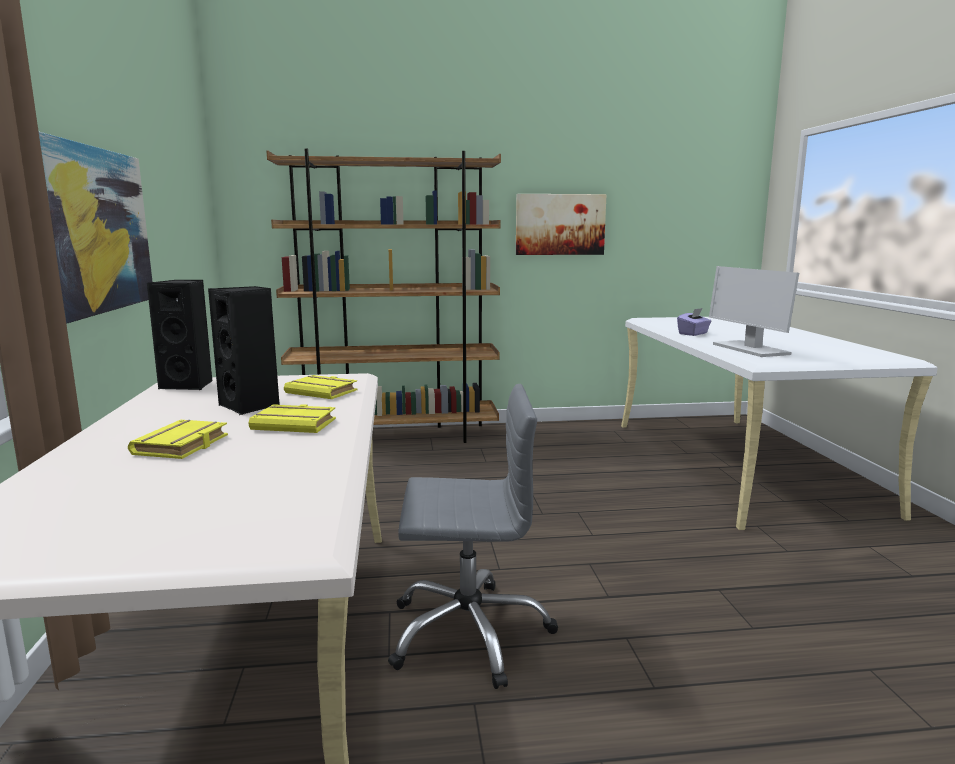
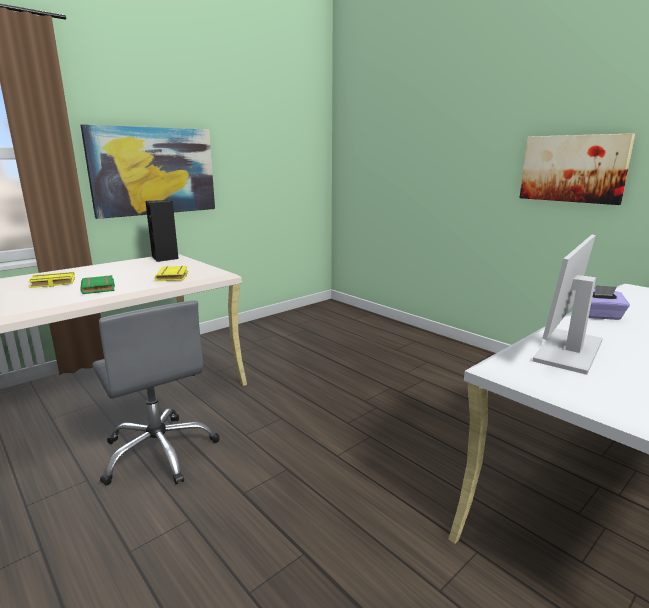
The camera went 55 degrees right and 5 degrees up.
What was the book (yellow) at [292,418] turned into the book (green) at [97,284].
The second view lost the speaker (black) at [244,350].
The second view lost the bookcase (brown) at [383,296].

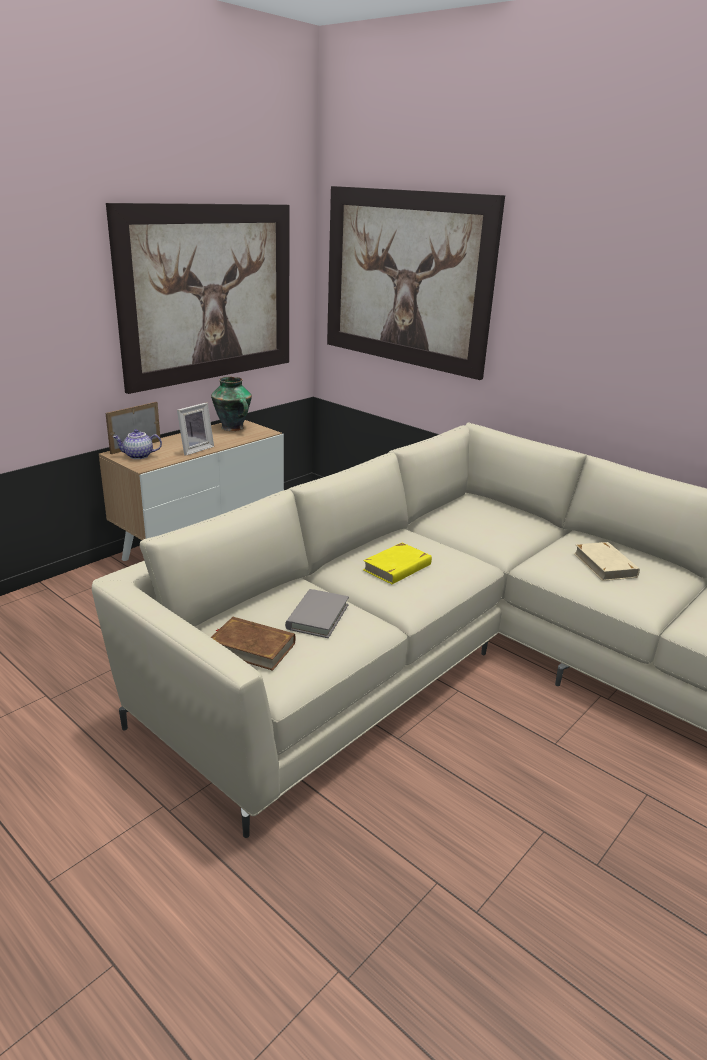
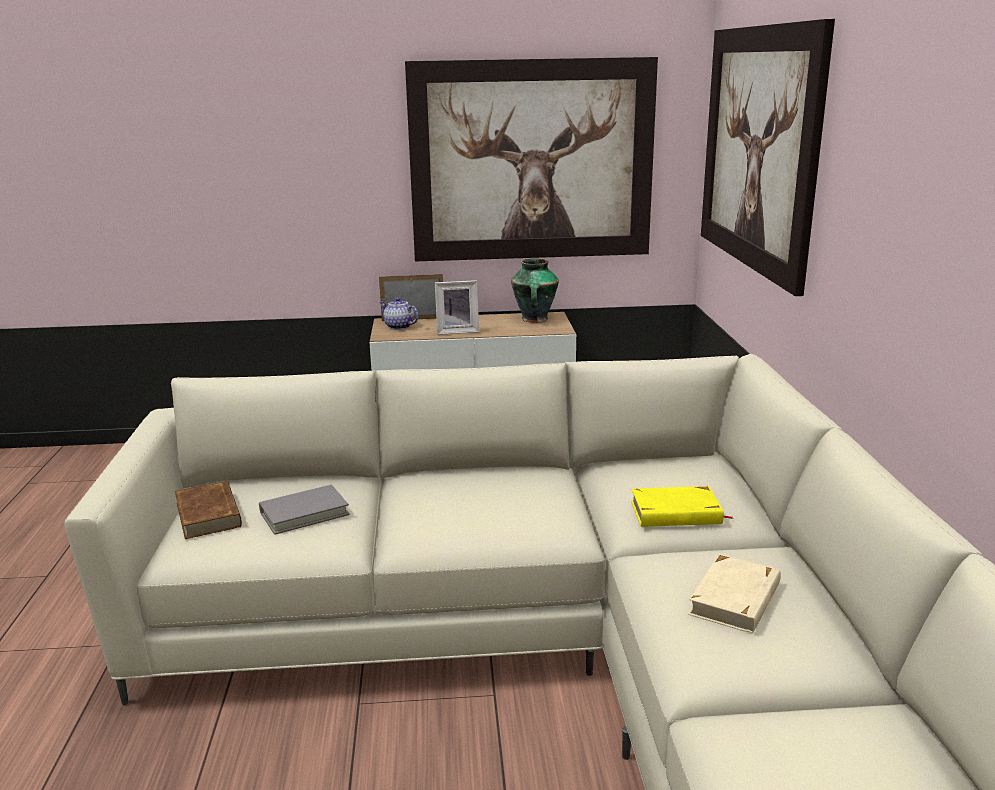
The camera went 45 degrees right and 5 degrees down.
The book (yellow) ended up elsewhere, having gone from [397,563] to [682,506].

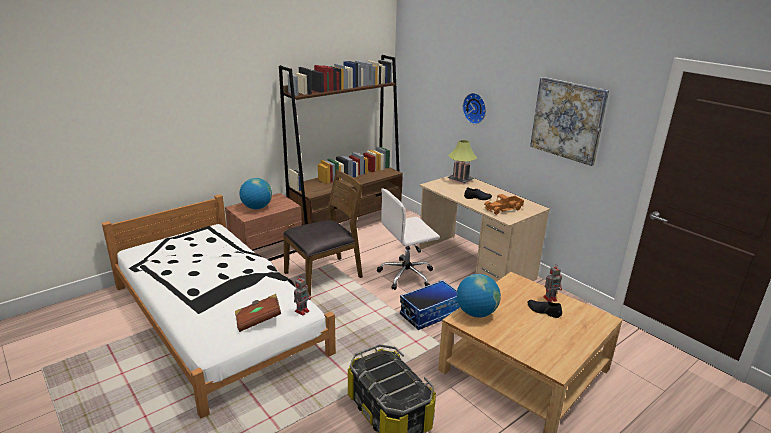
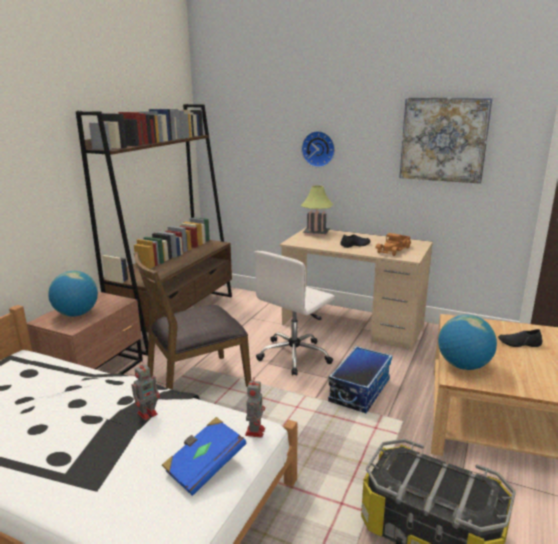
The camera went 25 degrees left and 5 degrees down.
The toy robot ended up elsewhere, having gone from [552,283] to [146,391].
The chair (brown) at [323,233] ended up facing another way, 150 degrees counterclockwise from before.
What was the book (brown) at [258,313] turned into the book (blue) at [204,456].

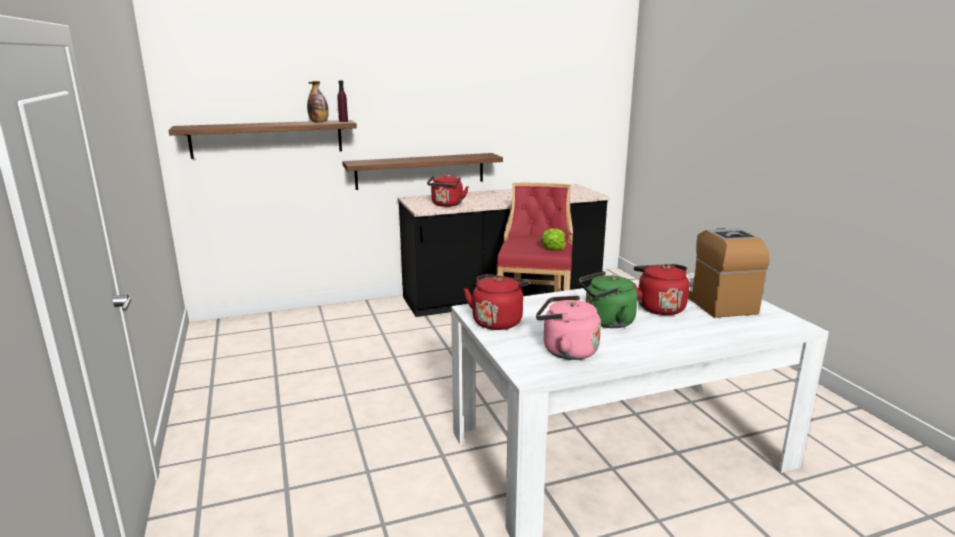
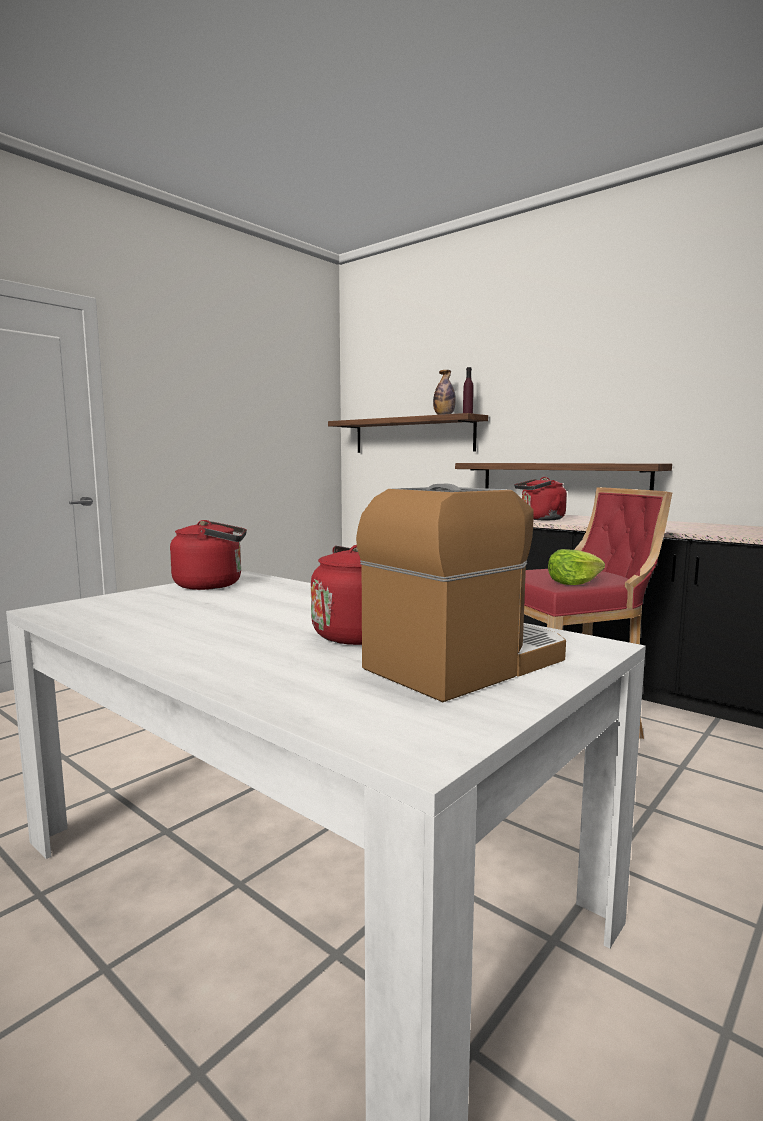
The camera went 60 degrees right and 10 degrees down.
The second view lost the kettle (pink) at [568,327].
The second view lost the kettle (green) at [608,299].

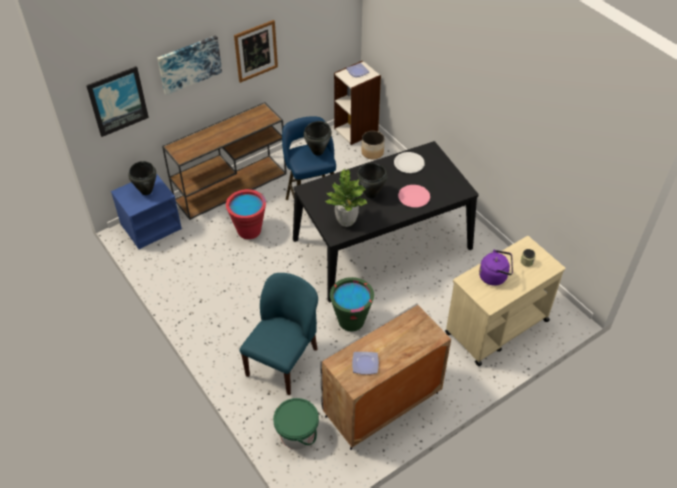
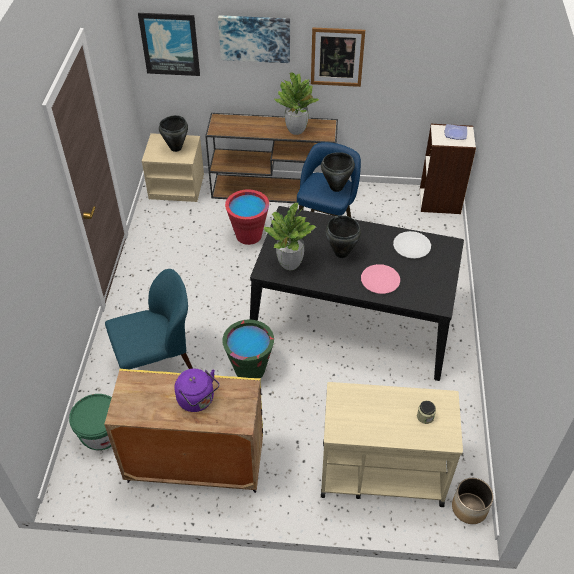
The camera went 40 degrees right and 0 degrees up.
What was the cabinet (grey) at [385,376] turned into the cabinet (yellow) at [183,431].
What was the nightstand (blue) at [146,211] turned into the nightstand (beige) at [173,167].
The kettle (purple) ended up elsewhere, having gone from [496,267] to [197,390].
The second view gained the potted plant at [296,104].
The planter ended up elsewhere, having gone from [372,145] to [473,501].
The second view lost the plate at [365,363].

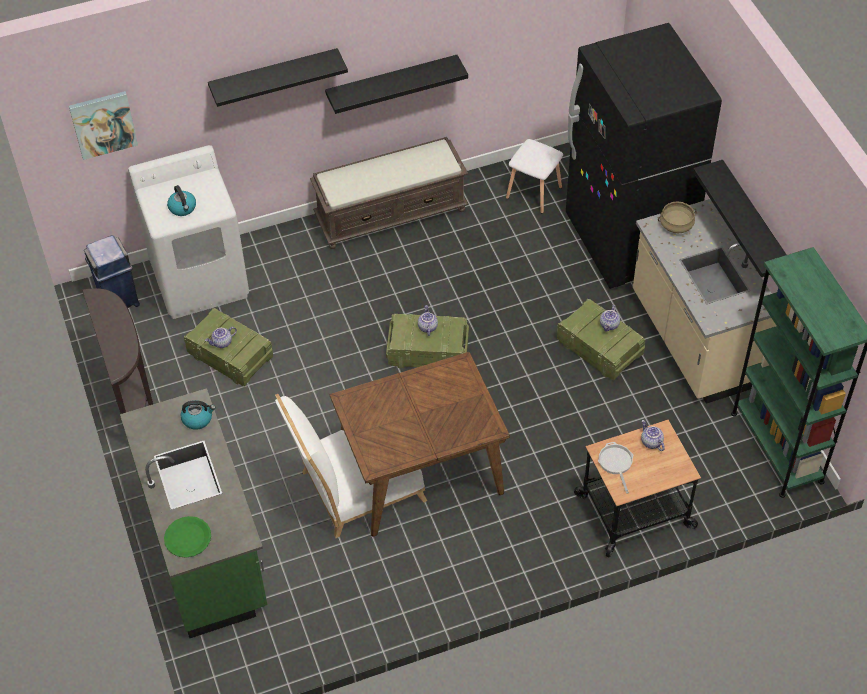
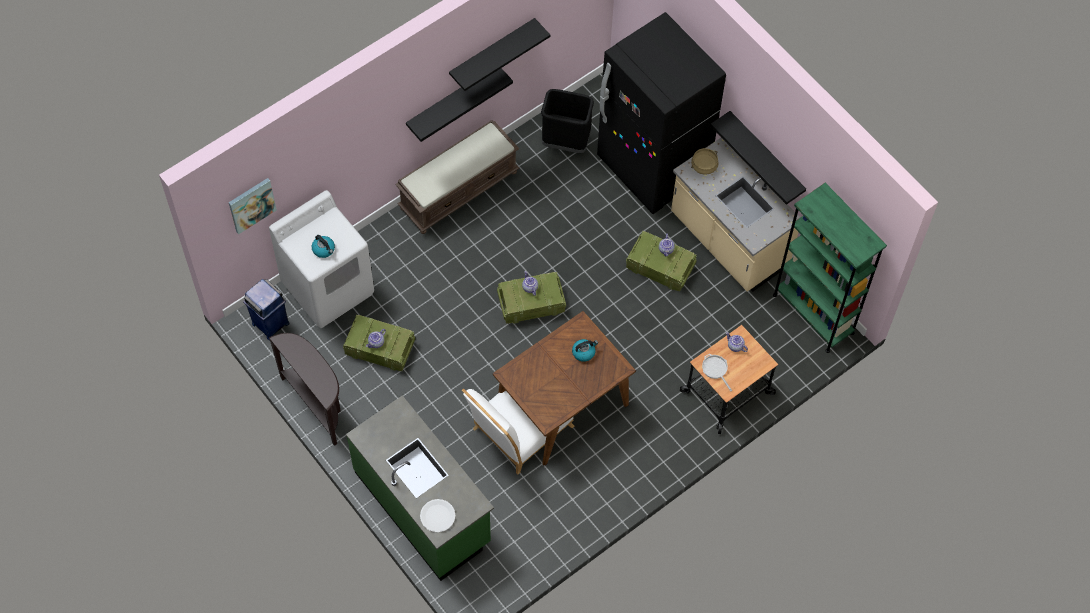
The camera went 20 degrees left and 10 degrees up.
What was the plate (green) at [187,537] turned into the plate (white) at [437,515].
The shelf (black) ended up elsewhere, having gone from [278,77] to [499,54].
Where the stool (white) stood at [534,176], the trash can (black) came to stand at [567,121].
The kettle ended up elsewhere, having gone from [198,415] to [585,350].

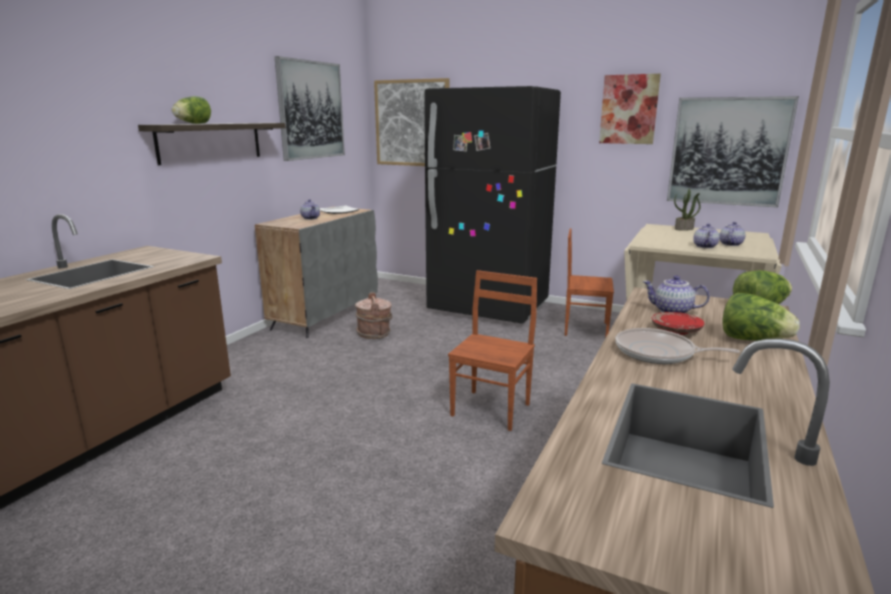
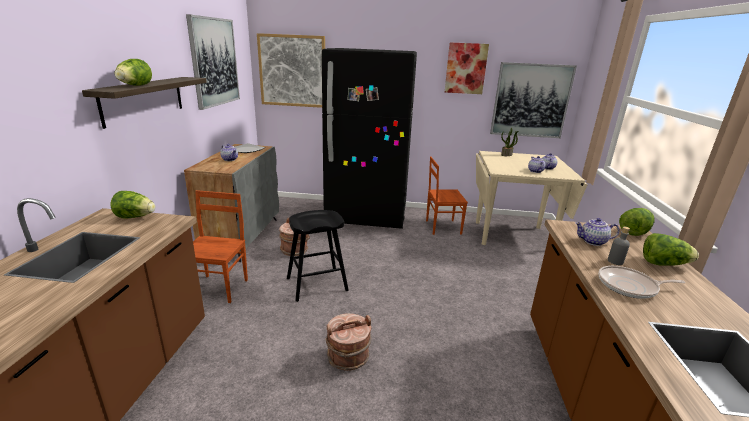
The camera went 20 degrees left and 5 degrees up.
The second view gained the lettuce at [132,205].
The chair (brown) ended up elsewhere, having gone from [492,350] to [220,246].
The second view gained the stool (black) at [318,256].
The second view gained the bucket (brown) at [348,342].
Where the plate (red) stood at [677,323], the bottle (grey) came to stand at [619,246].

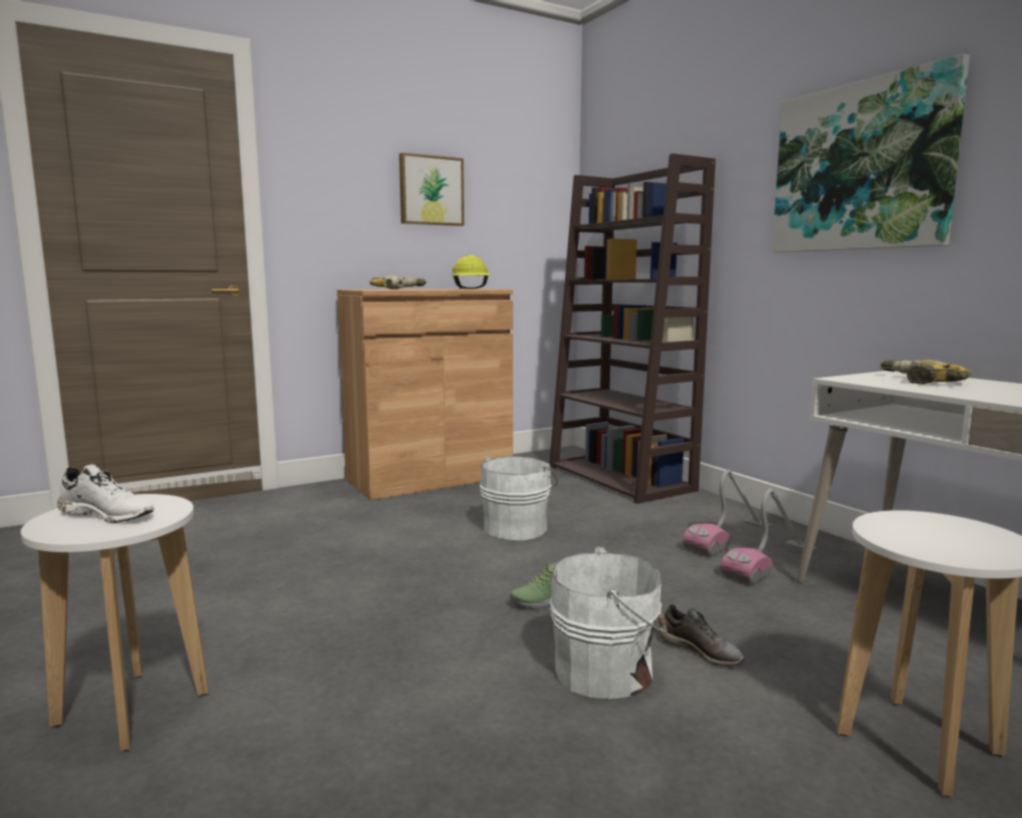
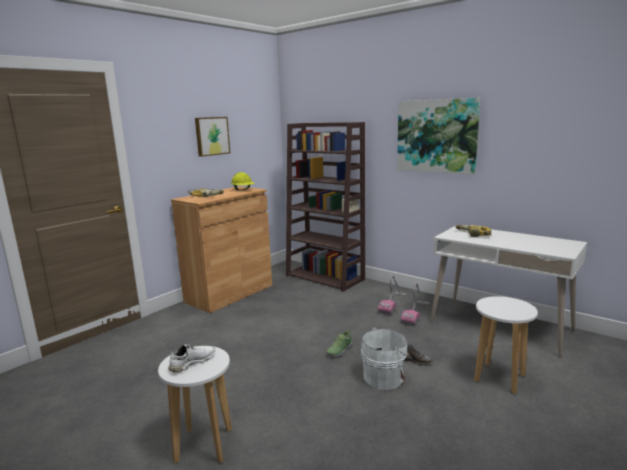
The camera went 20 degrees left and 5 degrees up.
The shoe (white) at [105,493] ended up facing another way, 45 degrees counterclockwise from before.
The second view lost the bucket (white) at [519,498].

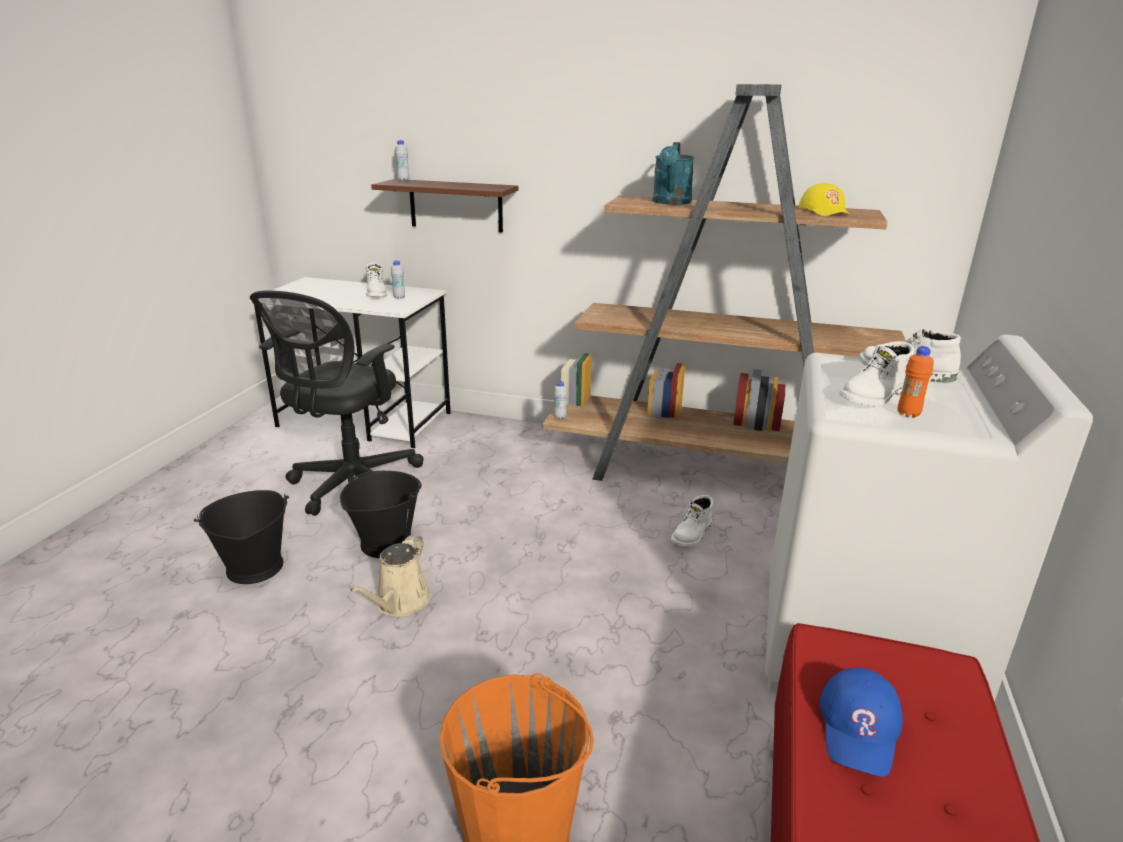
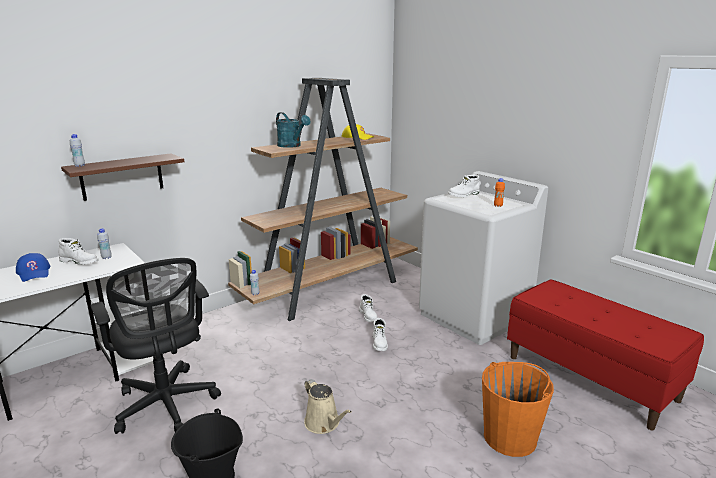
The camera went 55 degrees left and 5 degrees down.
The cap (blue) ended up elsewhere, having gone from [861,722] to [33,267].
The boot (white) ended up elsewhere, having gone from [876,373] to [380,334].
The second view lost the bucket (black) at [380,514].

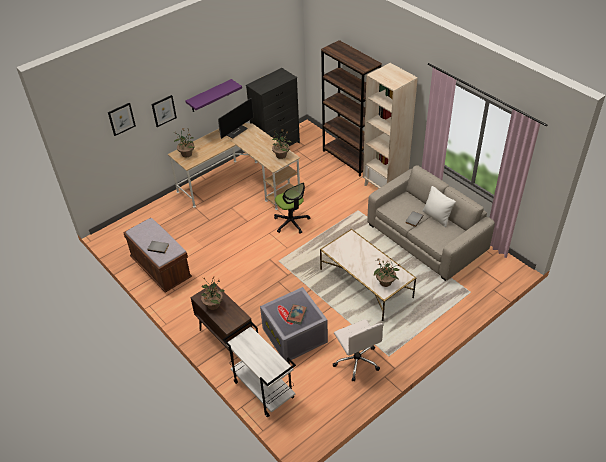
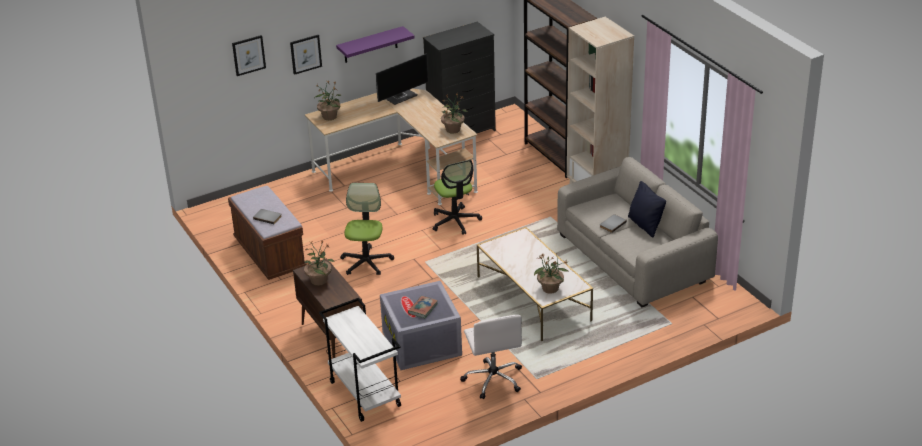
The camera went 10 degrees right and 10 degrees down.
The second view gained the office chair at [367,229].
What was the pillow (white) at [439,206] turned into the pillow (black) at [647,209].

